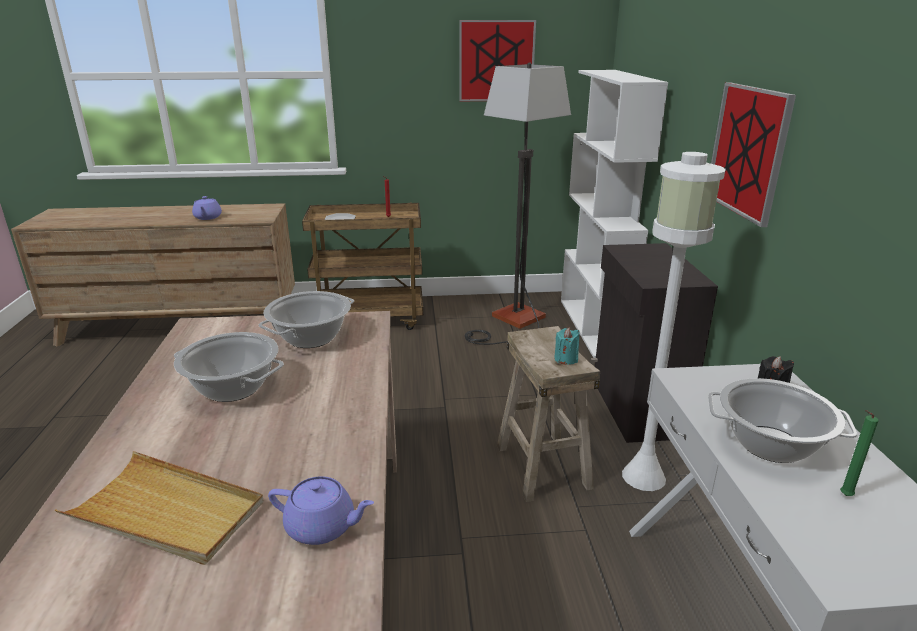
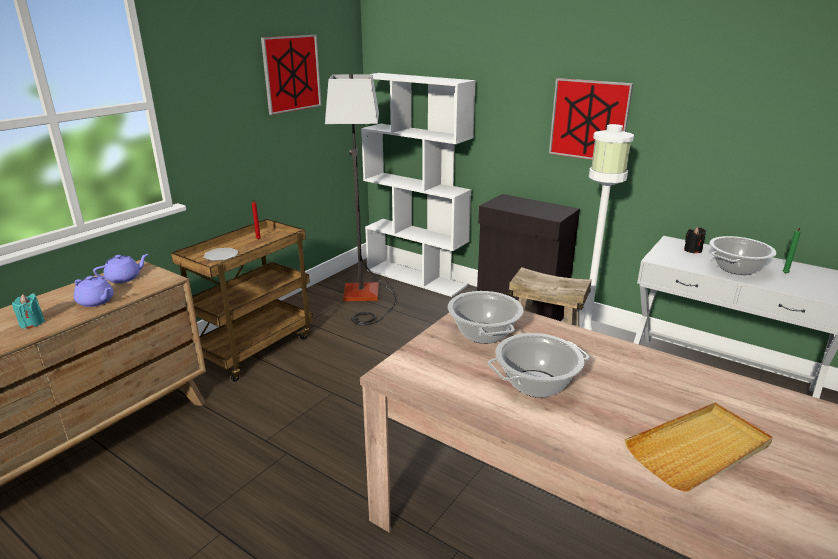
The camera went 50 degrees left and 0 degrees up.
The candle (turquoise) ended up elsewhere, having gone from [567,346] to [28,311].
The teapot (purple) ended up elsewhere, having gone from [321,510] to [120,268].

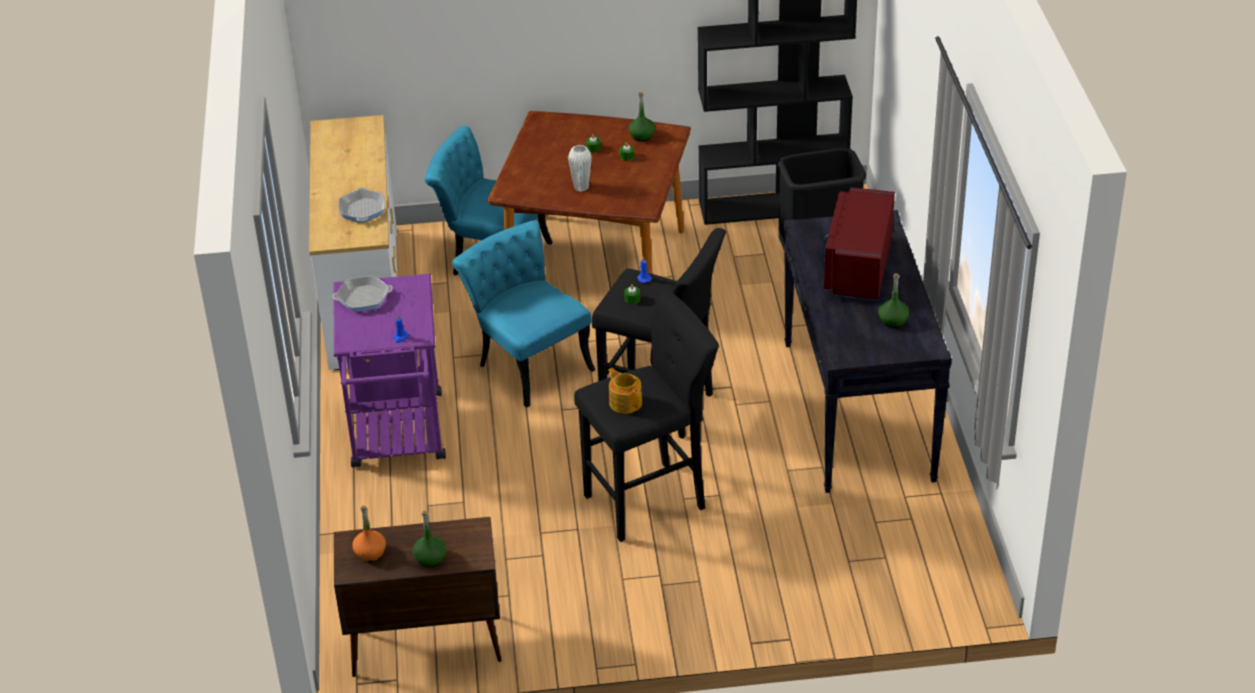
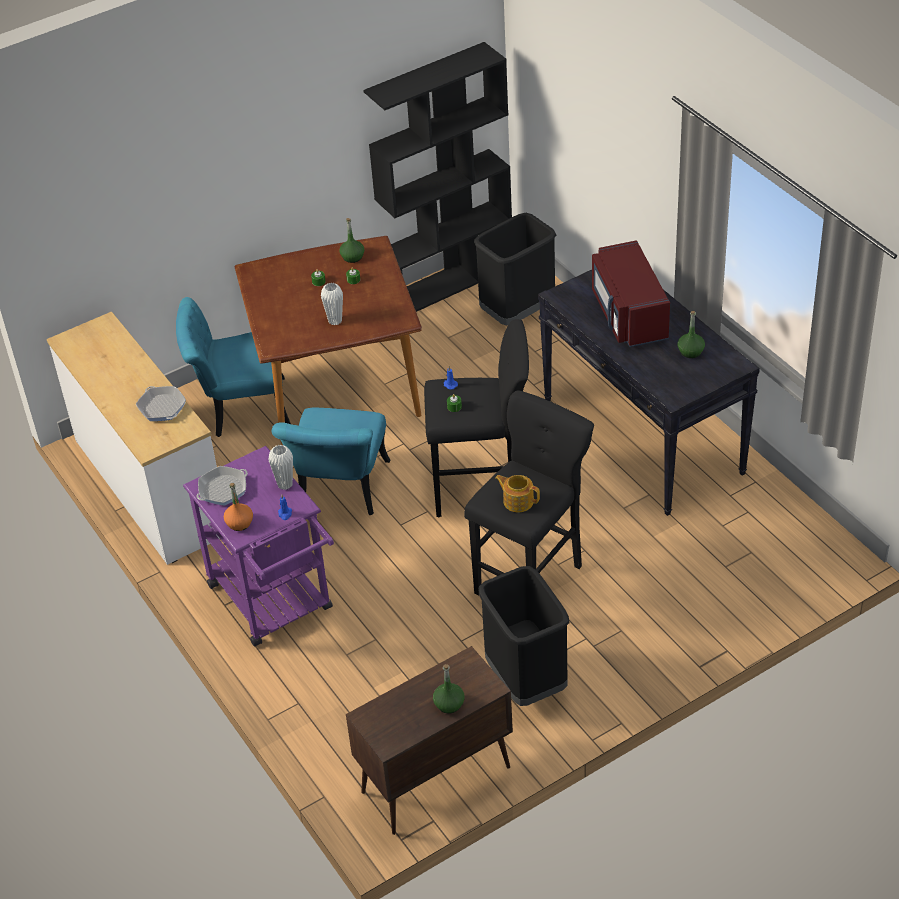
The camera went 25 degrees left and 5 degrees up.
The bottle (orange) ended up elsewhere, having gone from [369,534] to [238,507].
The second view gained the vase (white) at [281,467].
The chair (turquoise) at [523,314] ended up facing another way, 105 degrees counterclockwise from before.
The second view gained the trash can (black) at [523,636].

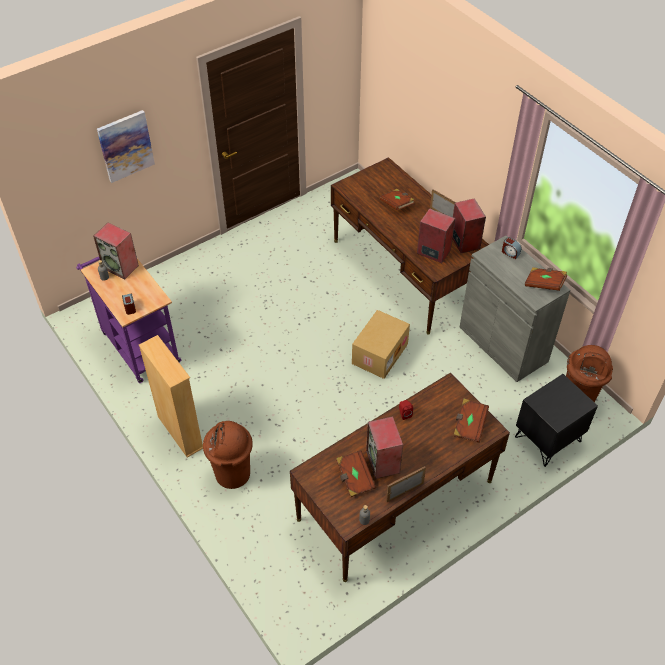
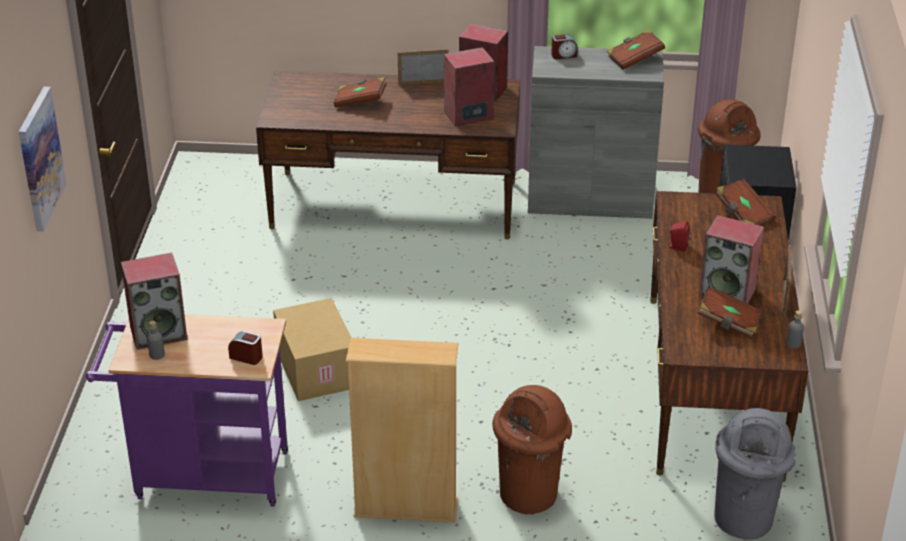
The camera went 50 degrees left and 15 degrees down.
The cardboard box ended up elsewhere, having gone from [381,344] to [312,349].
The second view gained the trash can (grey) at [754,473].

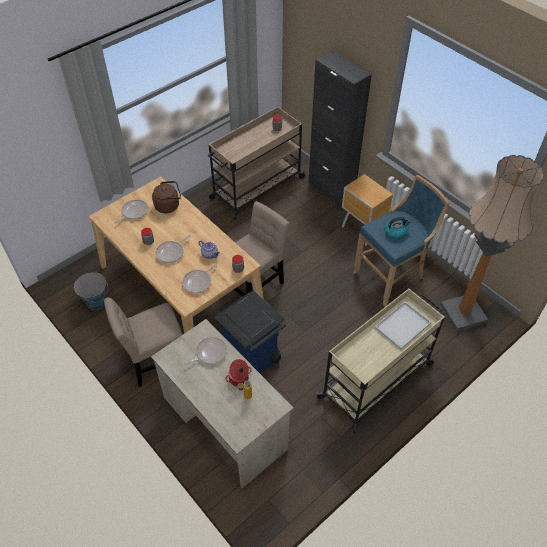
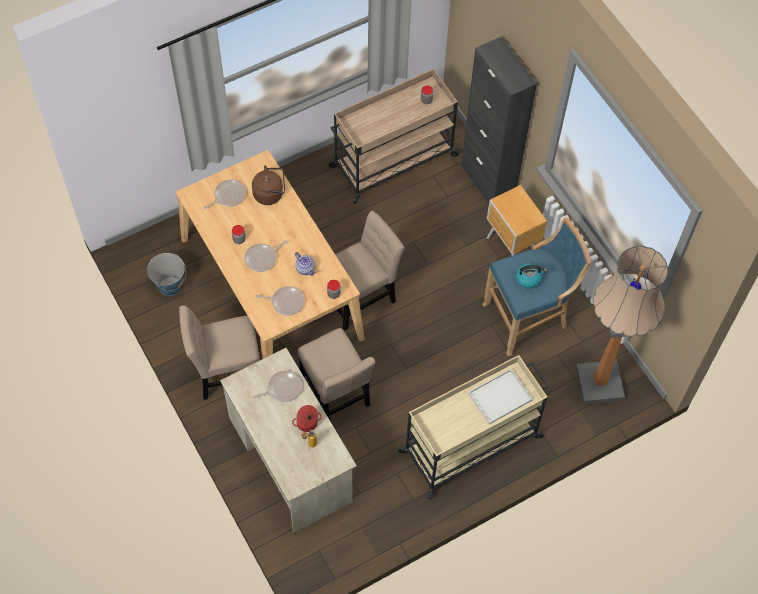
The camera went 10 degrees right and 10 degrees up.
The frying pan at [199,278] ended up facing another way, 135 degrees counterclockwise from before.
Where the trash can (blue) stood at [250,332], the chair (beige) came to stand at [337,374].

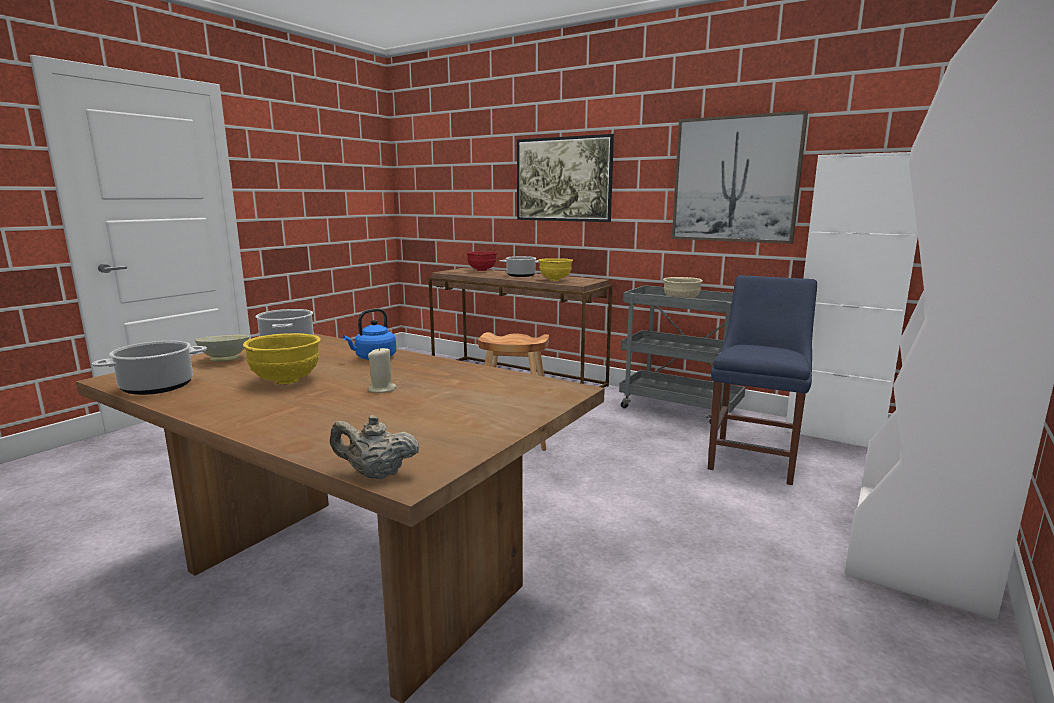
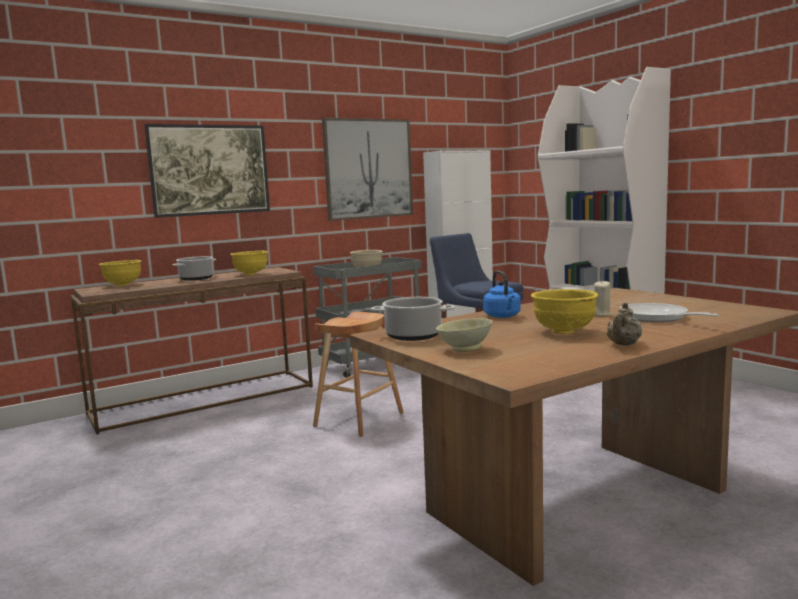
The camera went 65 degrees left and 5 degrees down.
What was the bowl (red) at [481,261] turned into the bowl (yellow) at [120,273].
The teapot (beige) ended up elsewhere, having gone from [374,447] to [624,324].
The second view gained the frying pan at [669,312].
The second view lost the cooking pot at [149,368].

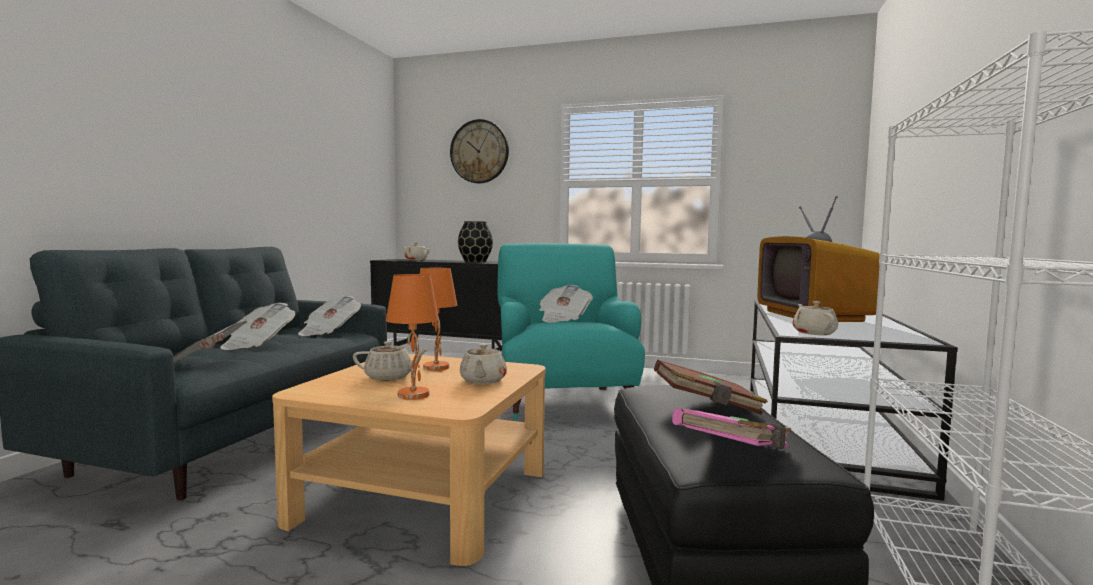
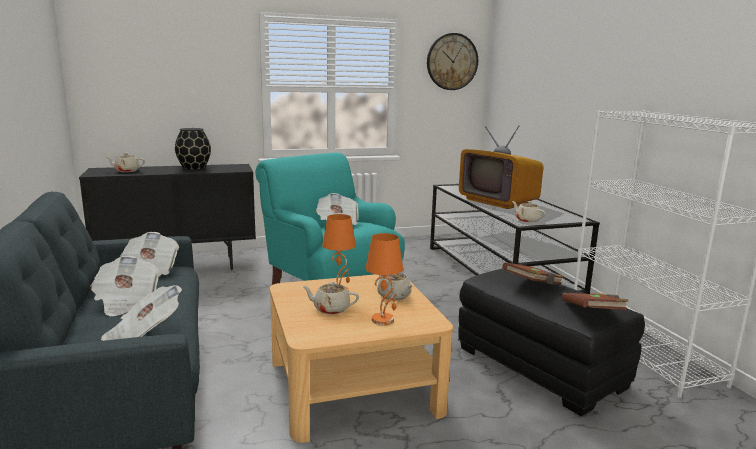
The camera went 35 degrees left and 10 degrees up.
The teapot (beige) at [390,361] ended up facing another way, 135 degrees counterclockwise from before.
The wall clock ended up elsewhere, having gone from [479,151] to [452,61].
What was the book (pink) at [732,428] turned into the book (brown) at [595,301].

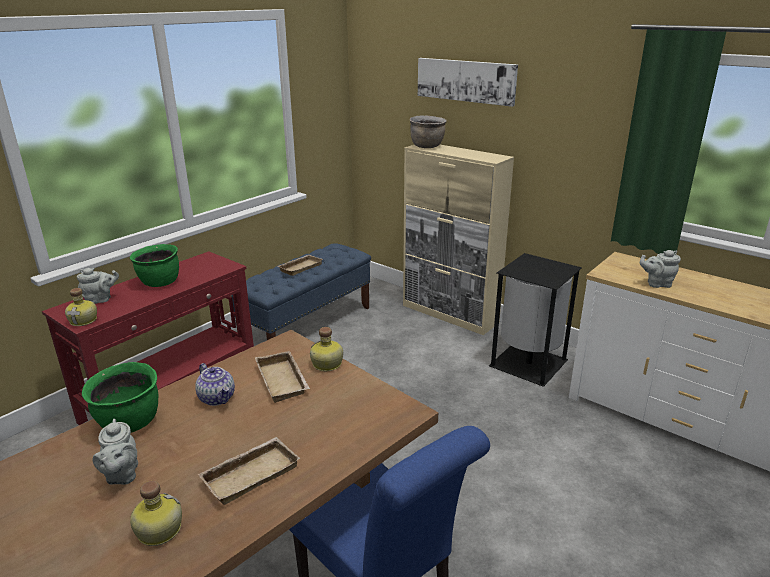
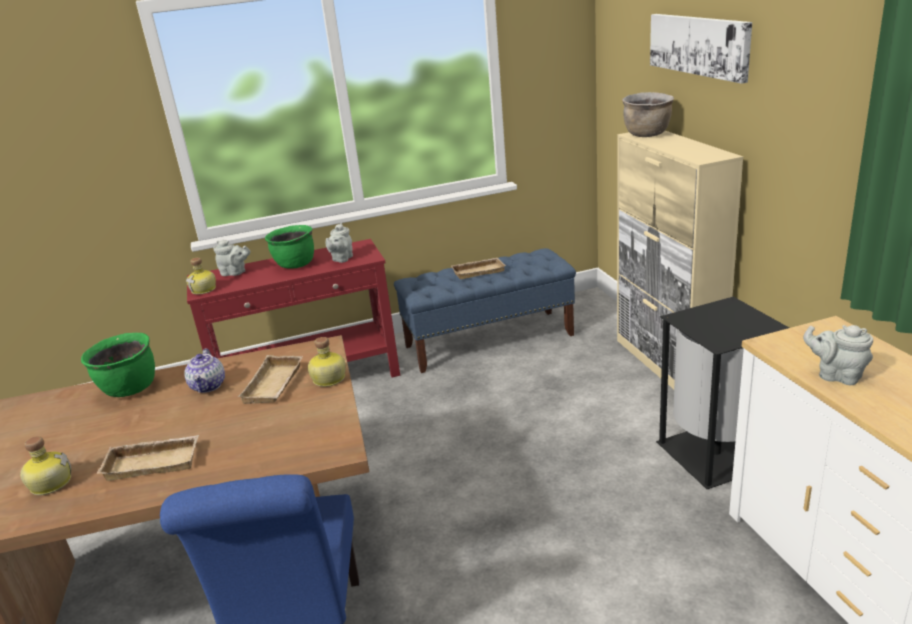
The camera went 35 degrees right and 0 degrees up.
The teapot (grey) ended up elsewhere, having gone from [115,452] to [339,243].

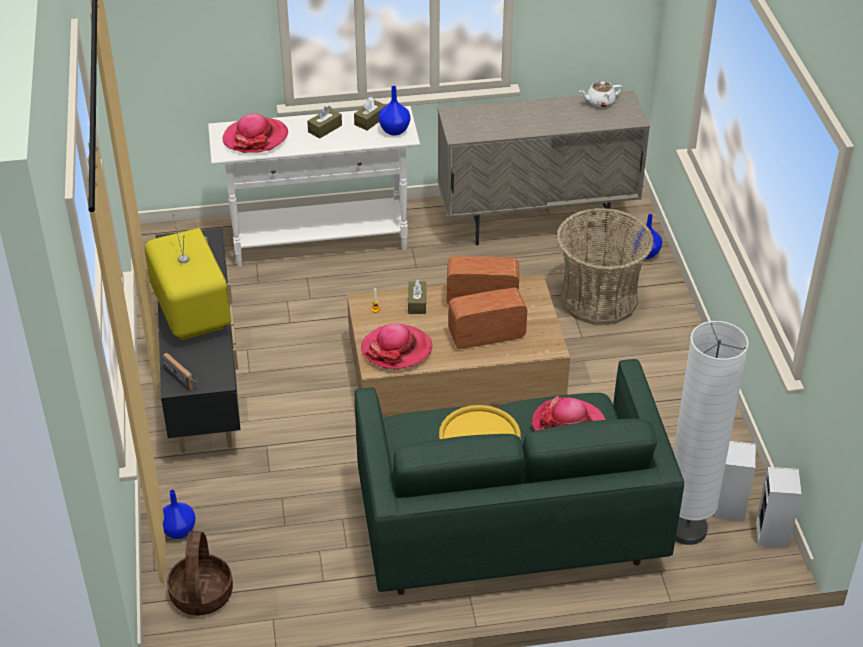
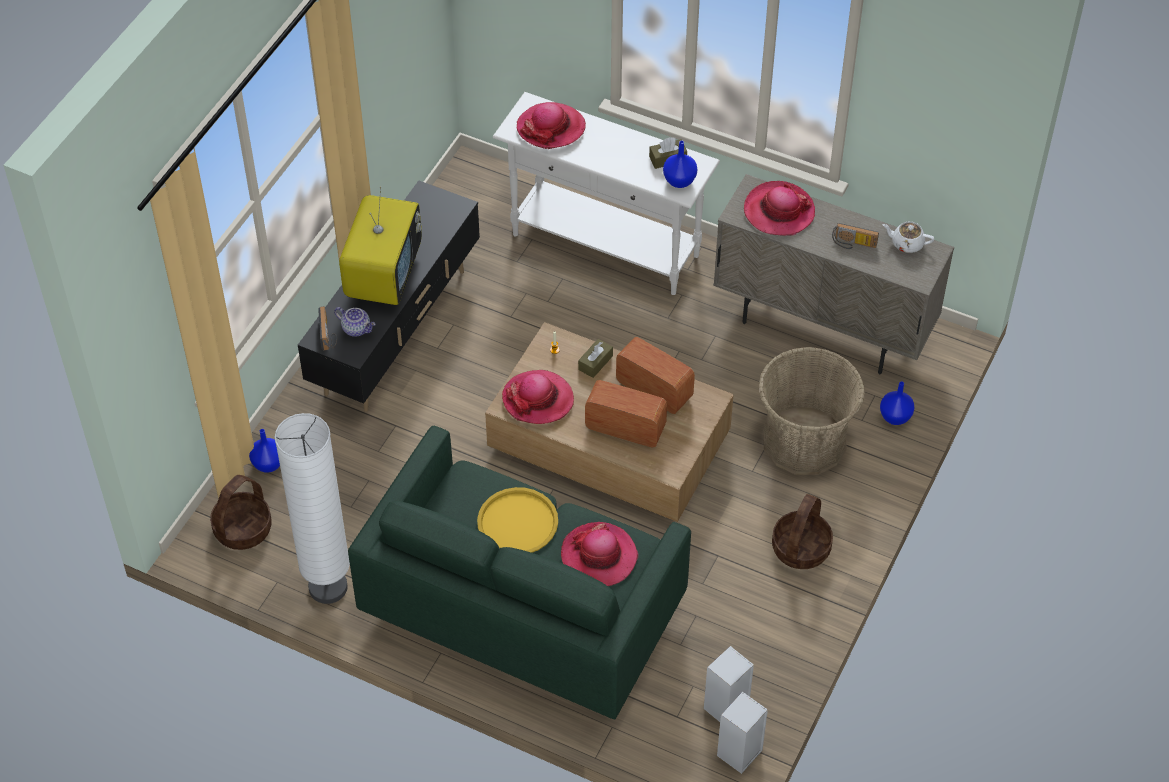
The camera went 35 degrees right and 10 degrees up.
The floor lamp (white) ended up elsewhere, having gone from [711,433] to [312,508].
The second view gained the teapot at [355,322].
The second view gained the hat at [779,208].
The second view gained the basket at [802,531].
The second view gained the radio at [855,236].
The second view lost the tissue box (brown) at [324,122].

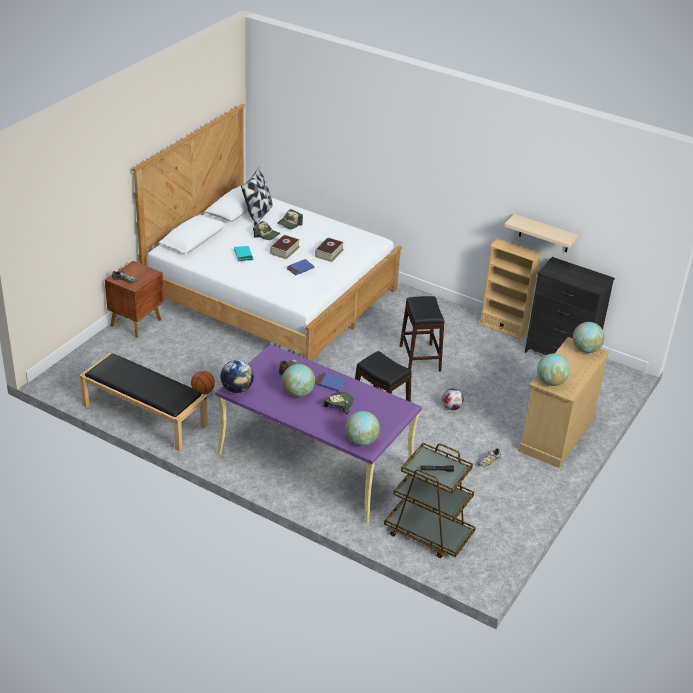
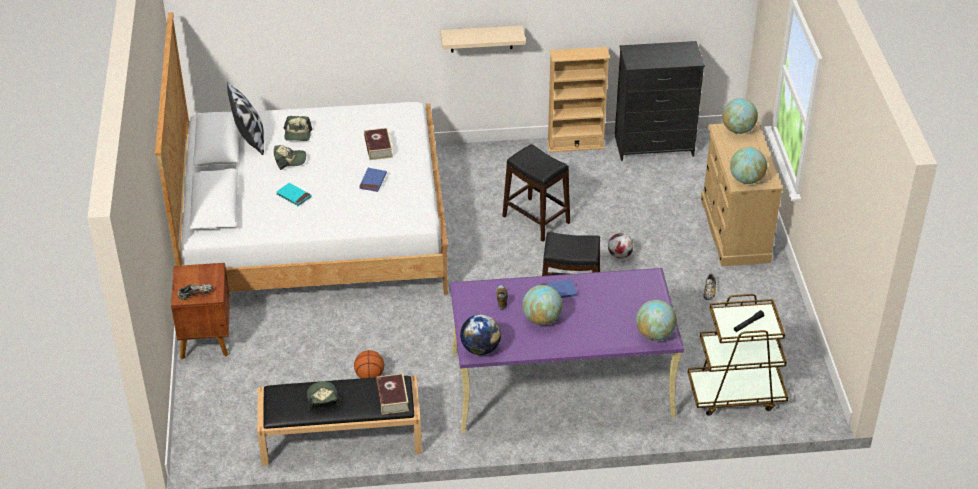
The camera went 35 degrees left and 5 degrees up.
The cap ended up elsewhere, having gone from [338,403] to [324,395].
The book ended up elsewhere, having gone from [285,247] to [392,394].
The shelf (beige) ended up elsewhere, having gone from [541,233] to [483,39].

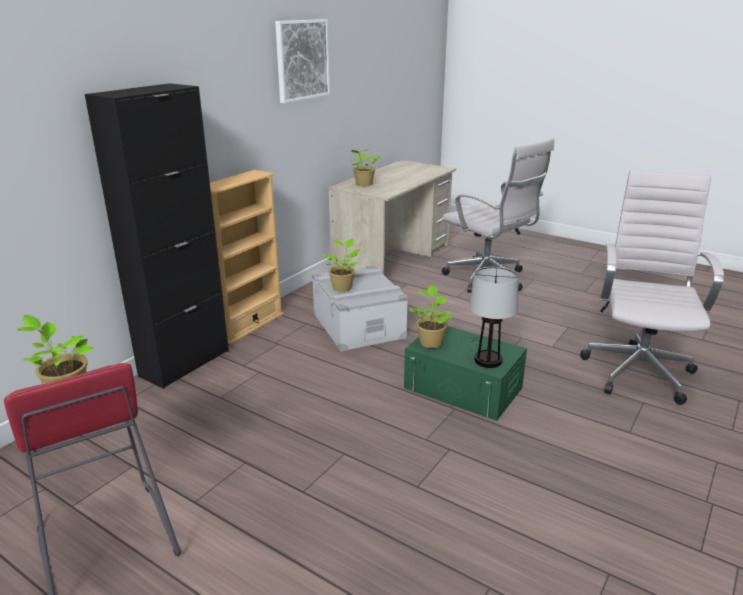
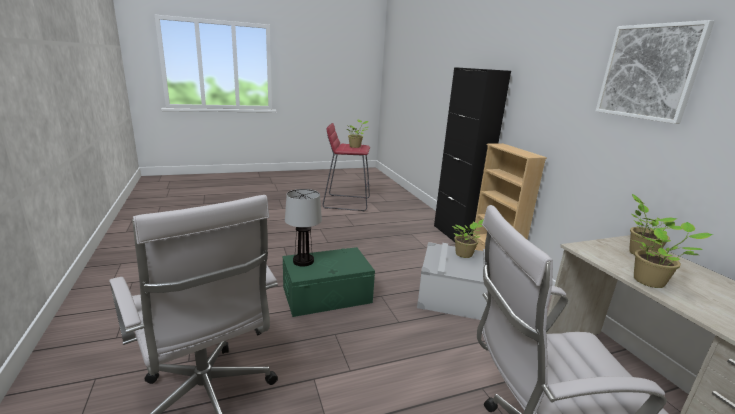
The camera went 125 degrees right and 5 degrees down.
The potted plant ended up elsewhere, having gone from [430,316] to [673,255].

